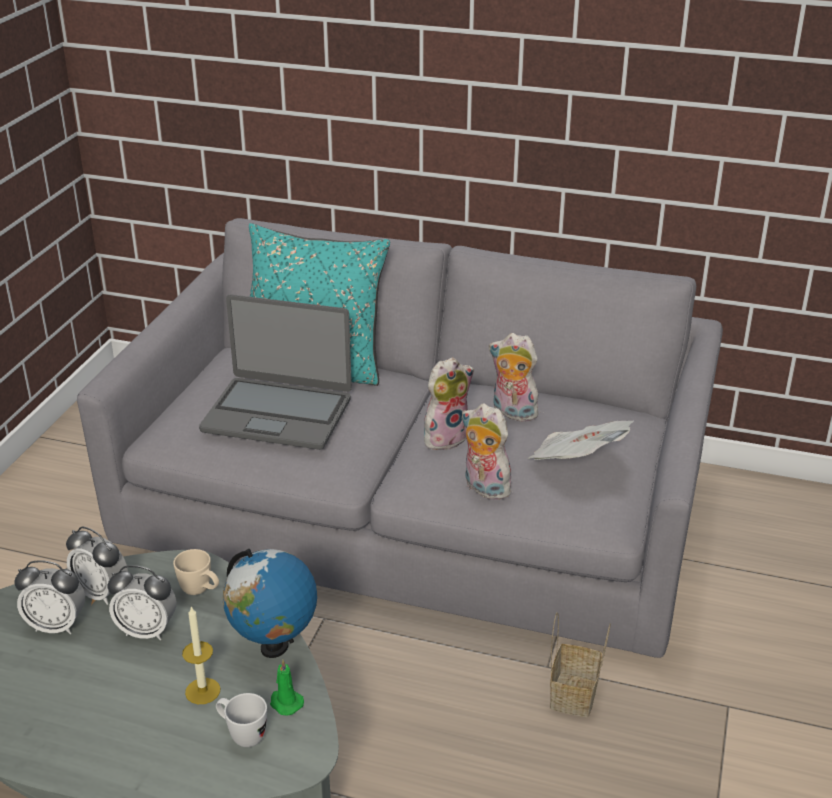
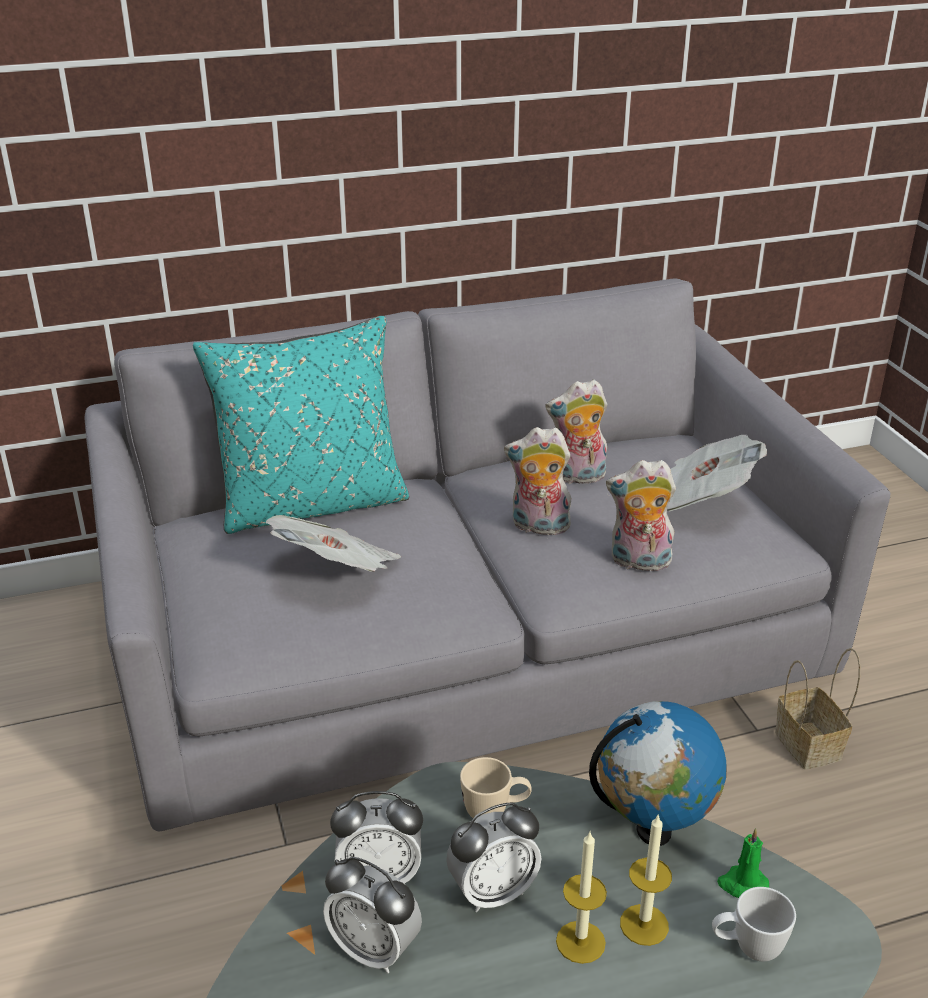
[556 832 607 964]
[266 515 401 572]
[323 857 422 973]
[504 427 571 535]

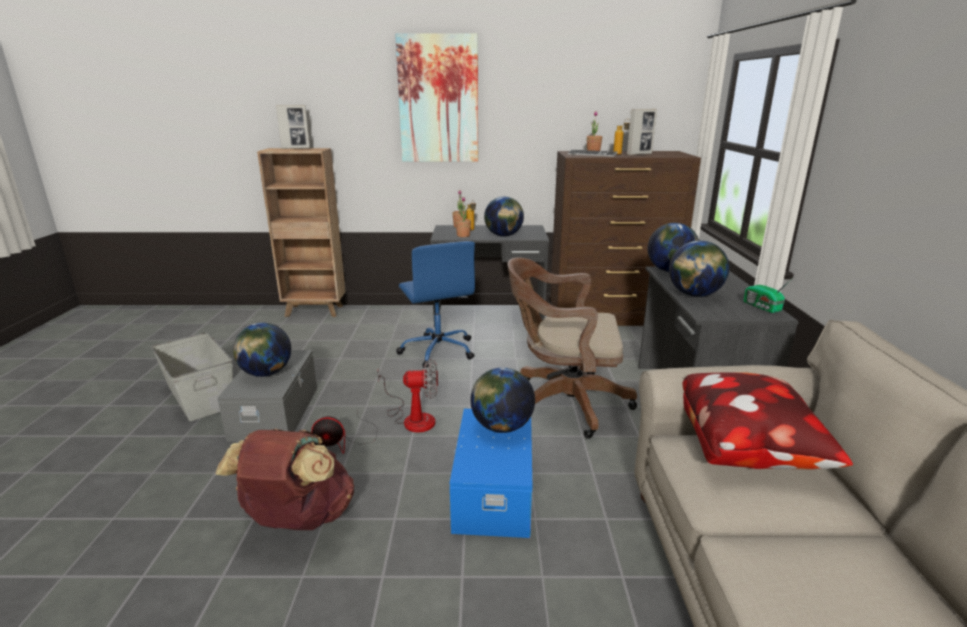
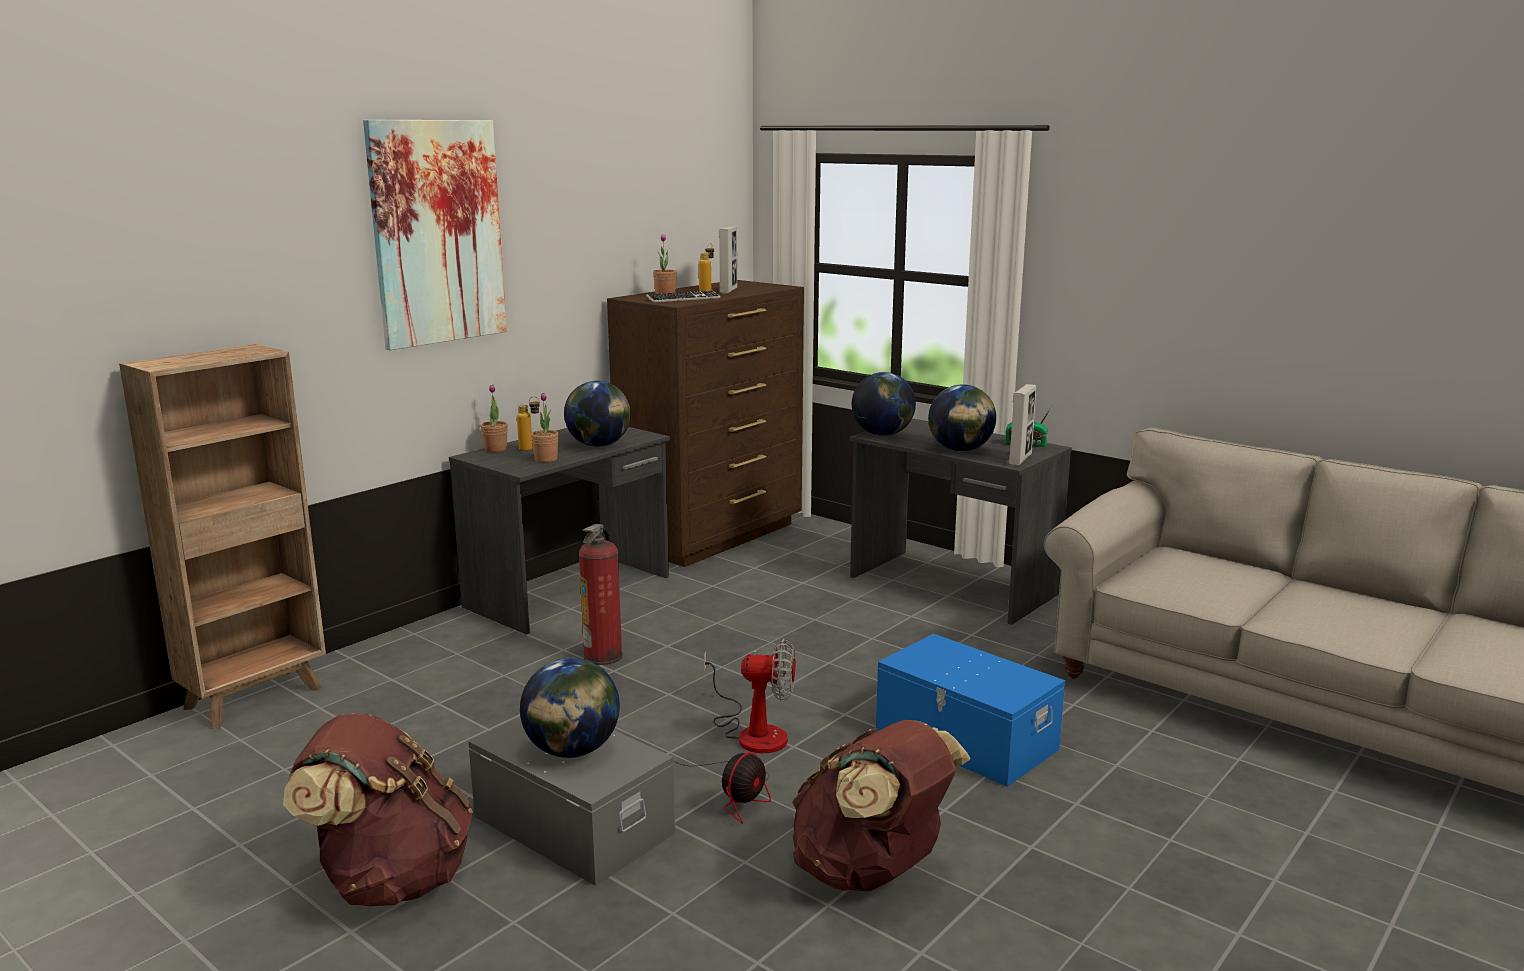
[470 368 535 433] (first image)
[508 258 637 439] (first image)
[683 372 853 469] (first image)
[1009 384 1037 466]
[283 713 473 906]
[579 524 623 665]
[704 638 795 753]

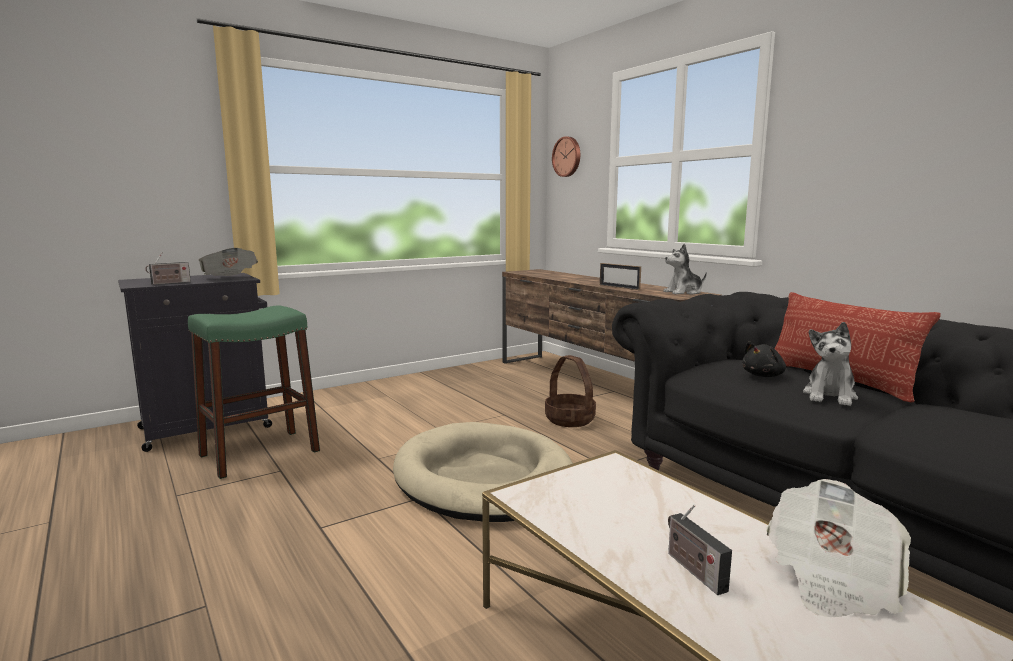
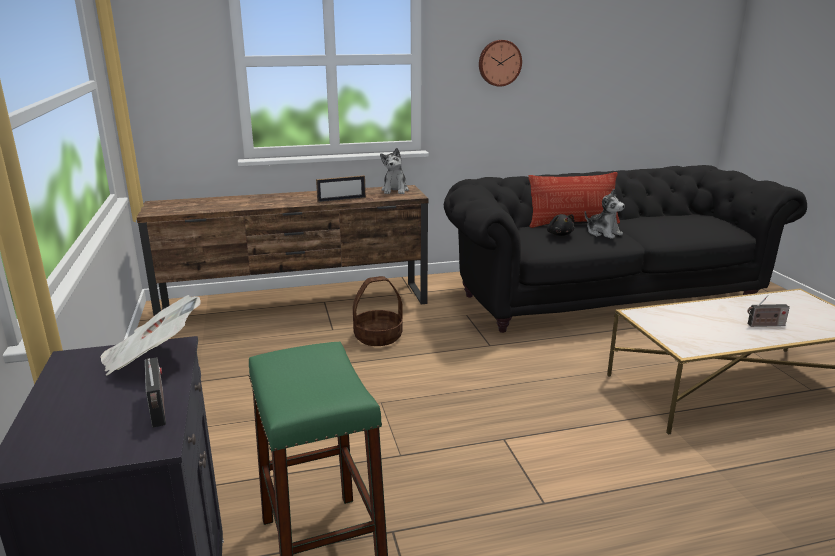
[393 422 573 522] (first image)
[766 479 911 617] (first image)
[479 40 522 87]

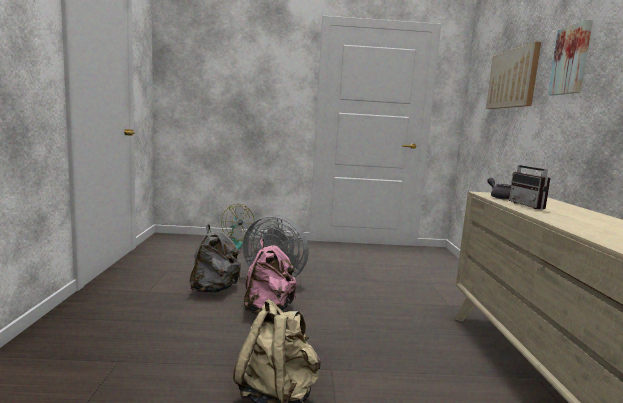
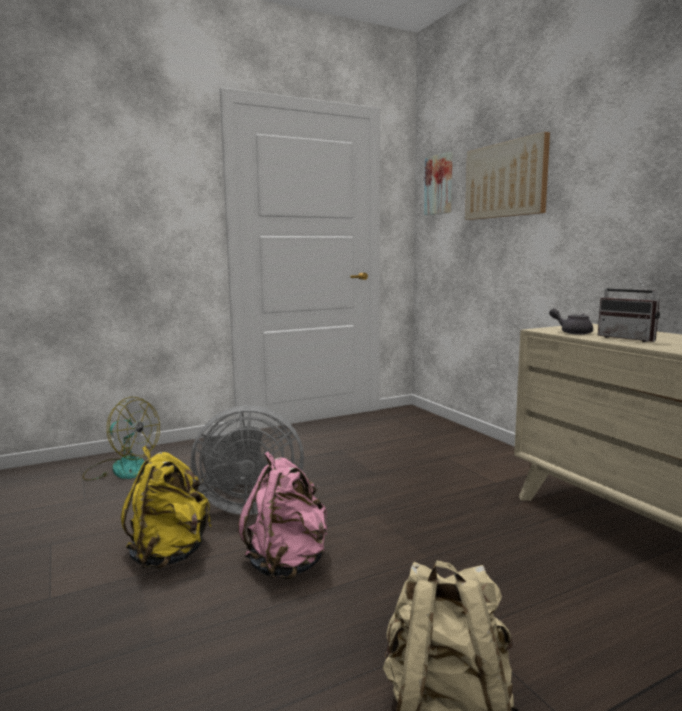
[424 152 453 215]
[121 446 211 569]

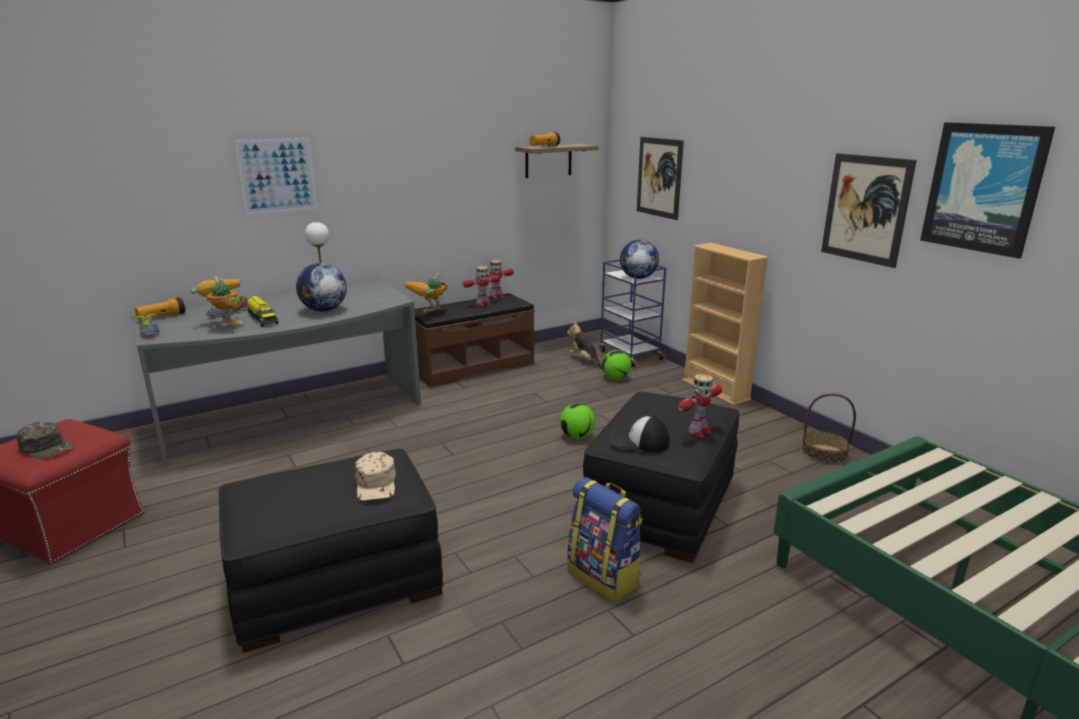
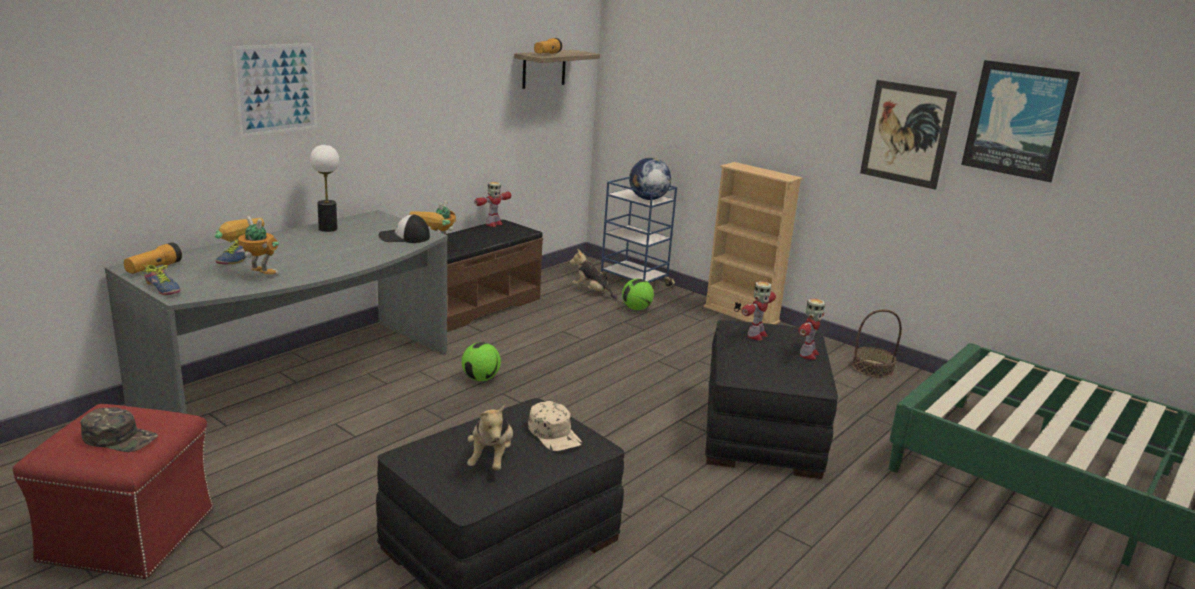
[247 296 278 327] (first image)
[296 263 347 312] (first image)
[567 477 643 602] (first image)
[637 137 684 220] (first image)
[467 405 513 471]
[742 281 776 340]
[462 342 501 381]
[378 214 430 243]

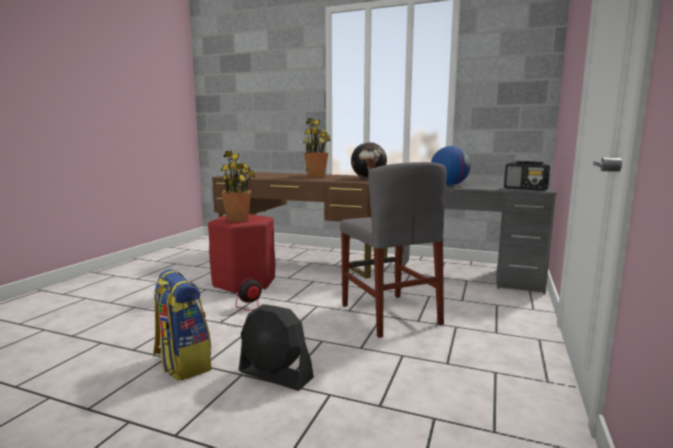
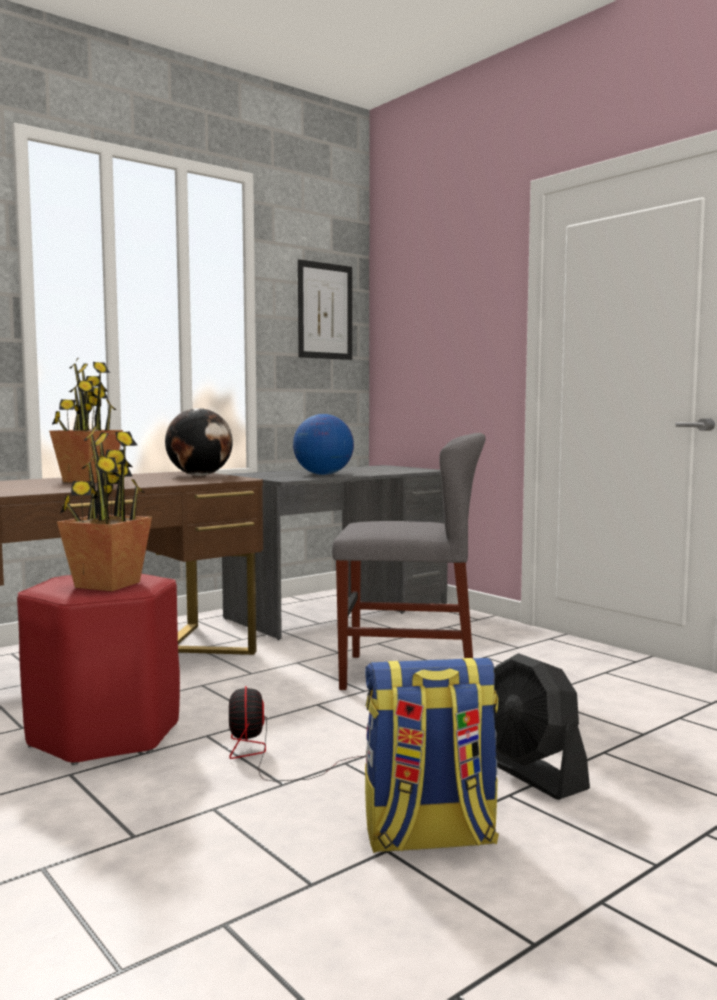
[504 161 550 191] (first image)
[298 259 352 360]
[494 653 590 800]

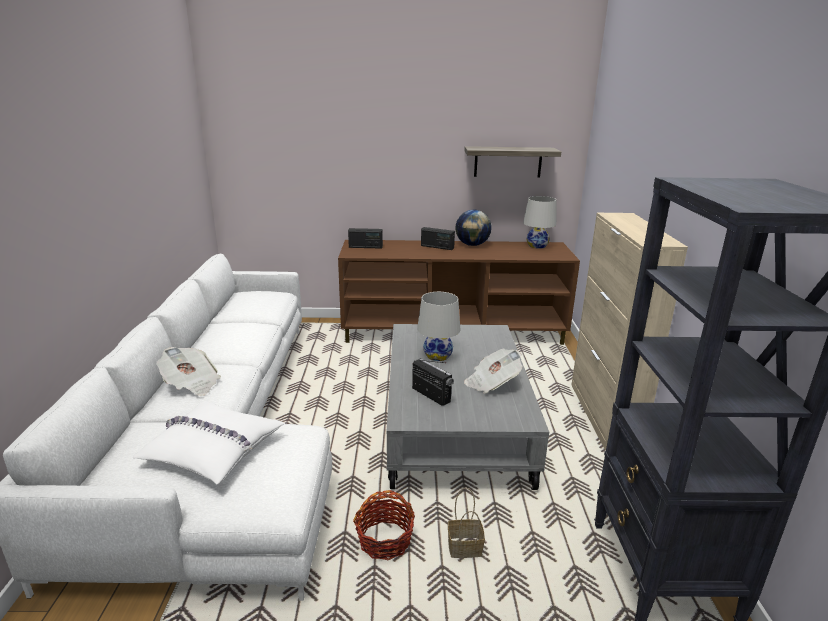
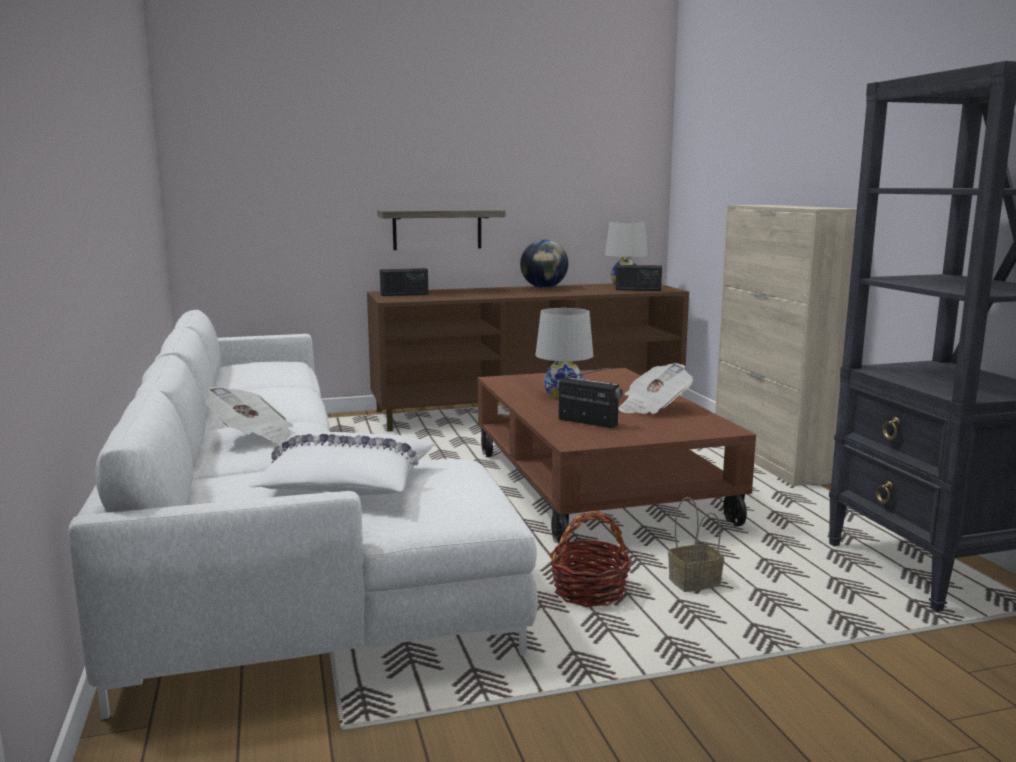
[616 265 662 291]
[377 209 505 250]
[478 368 756 548]

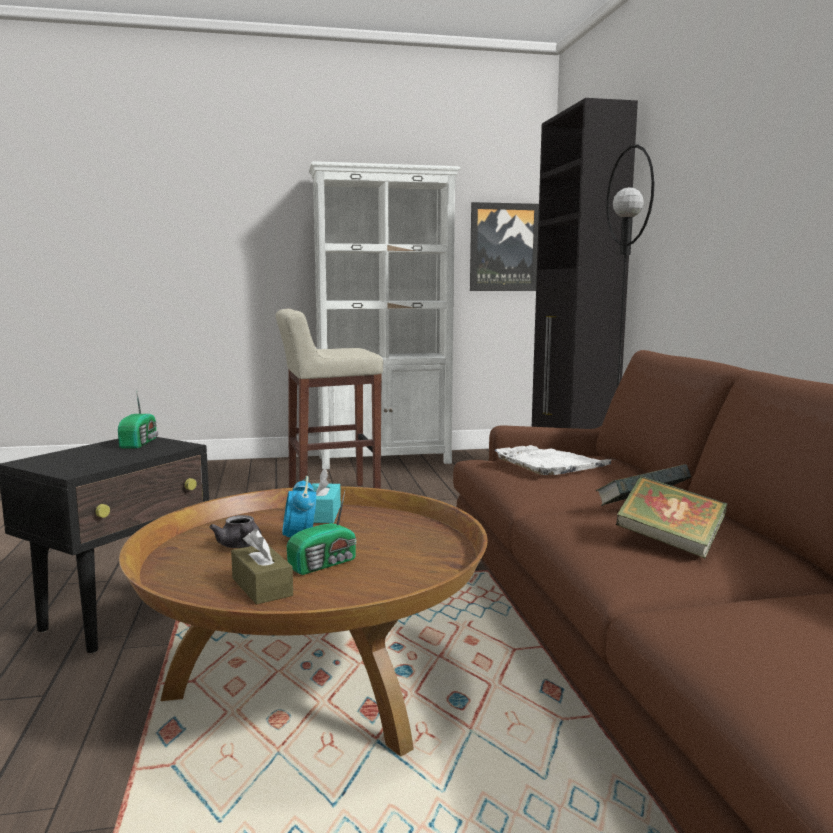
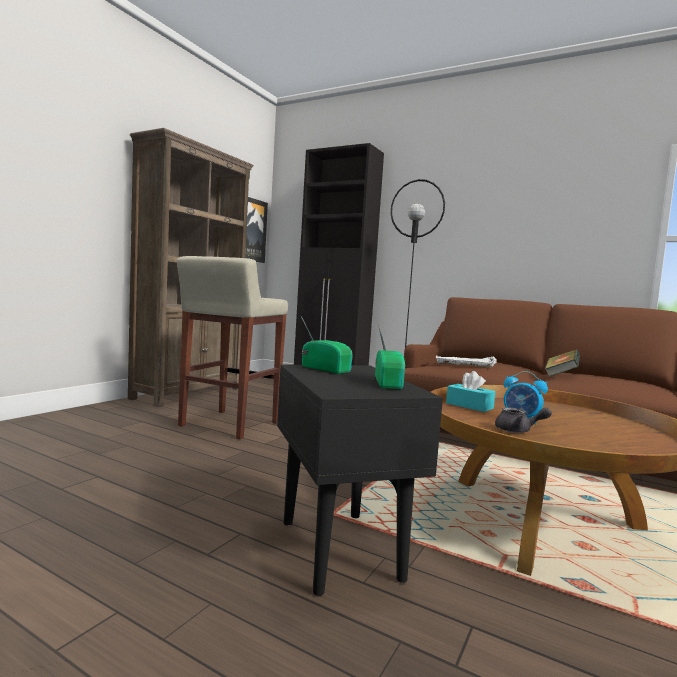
[231 529 293 605] (first image)
[616 476 727 558] (first image)
[375 323 406 389]
[128 128 254 407]

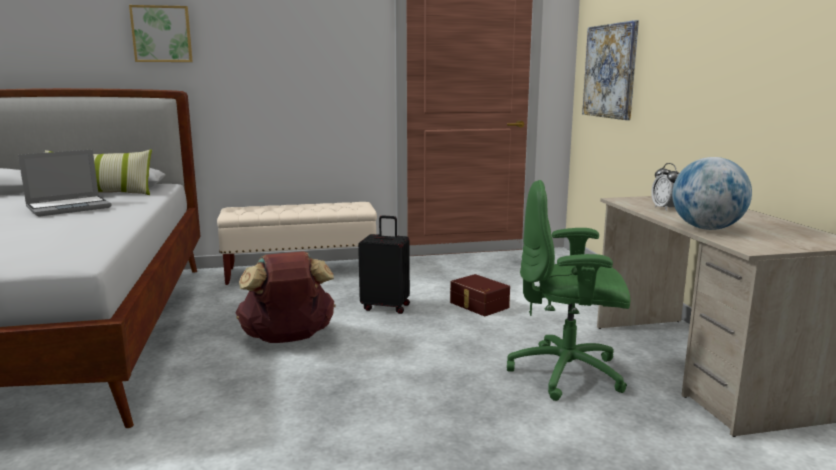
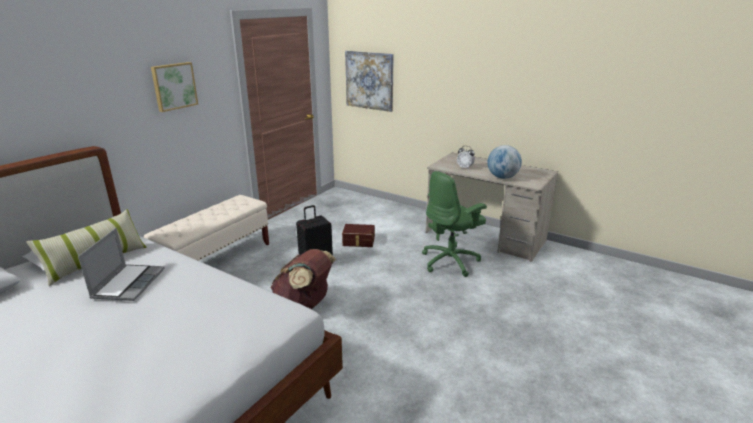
[151 62 198 112]

